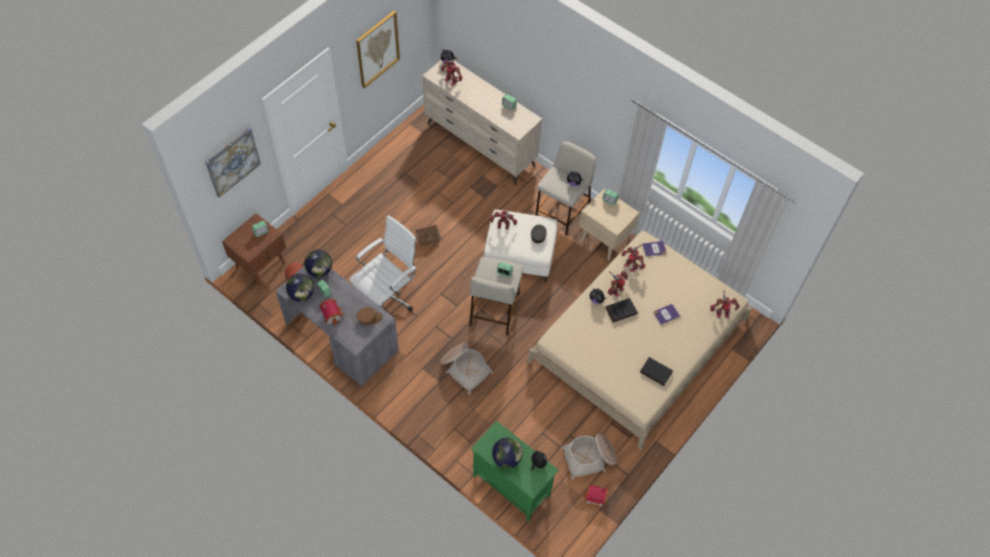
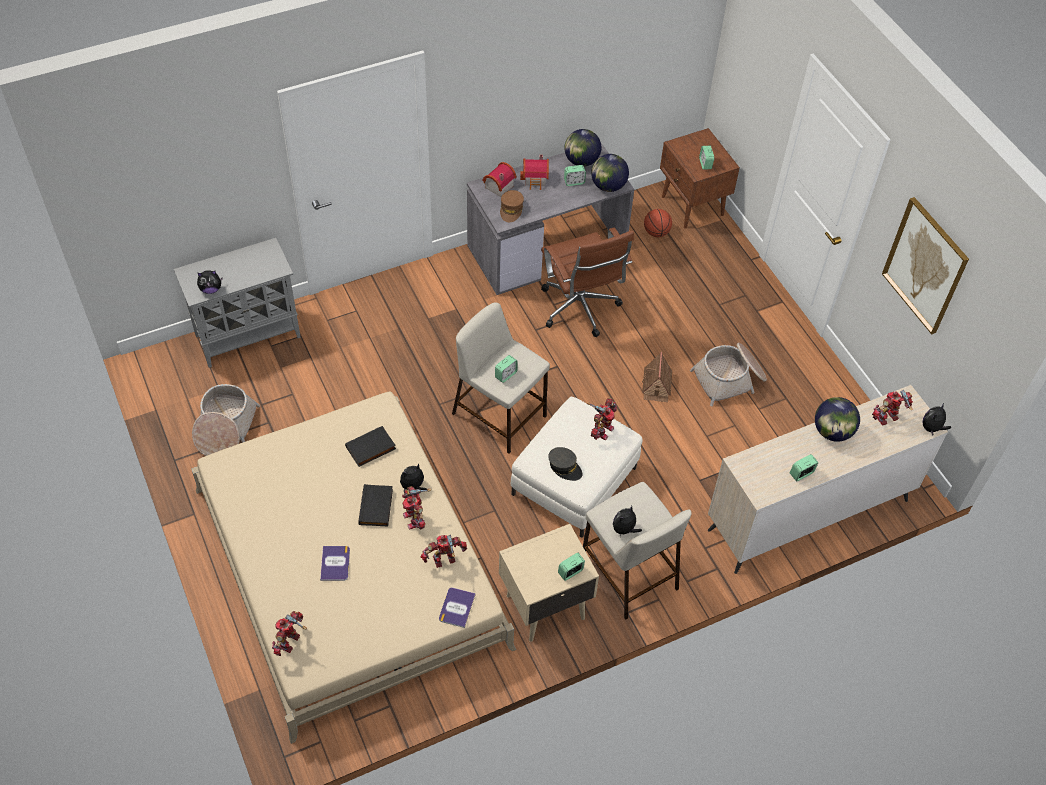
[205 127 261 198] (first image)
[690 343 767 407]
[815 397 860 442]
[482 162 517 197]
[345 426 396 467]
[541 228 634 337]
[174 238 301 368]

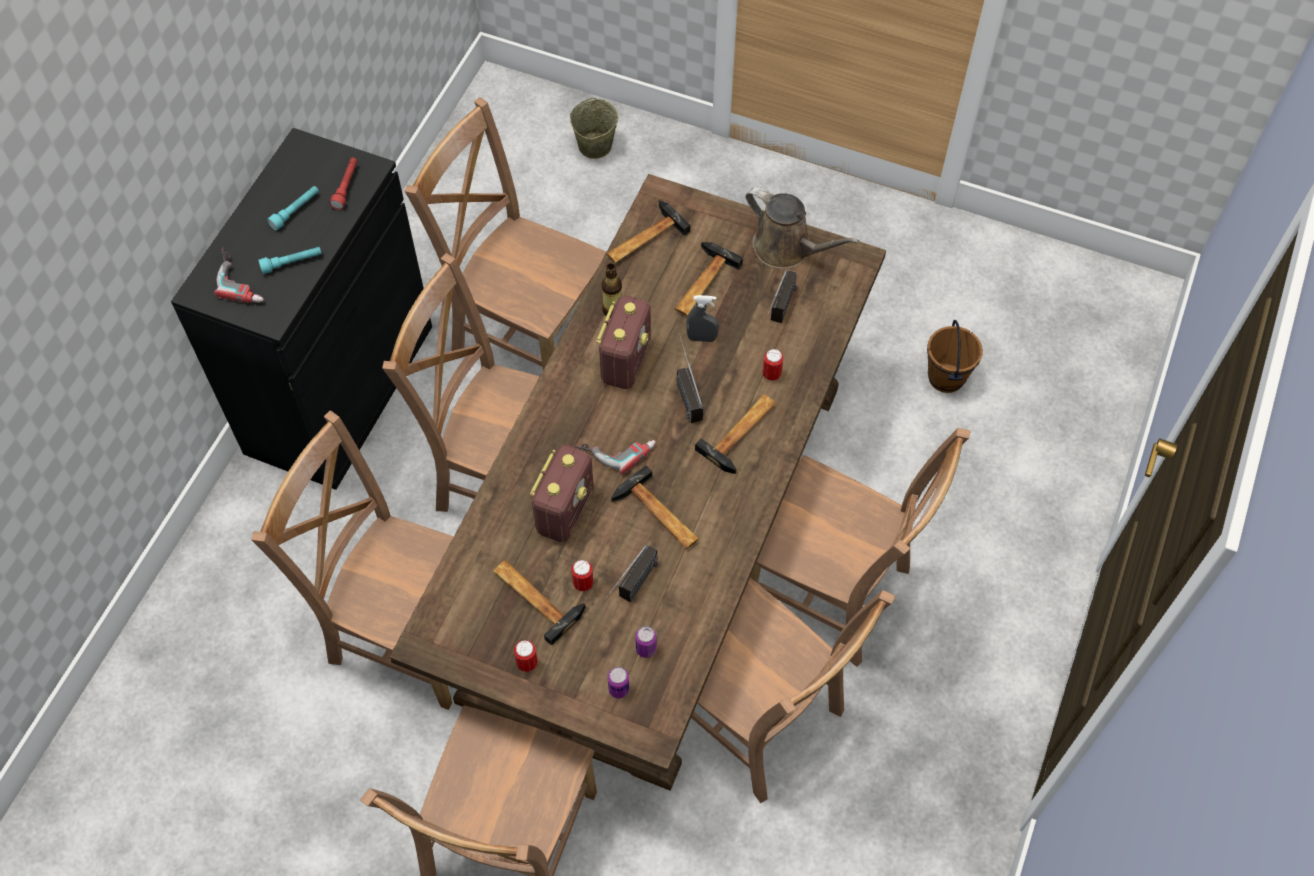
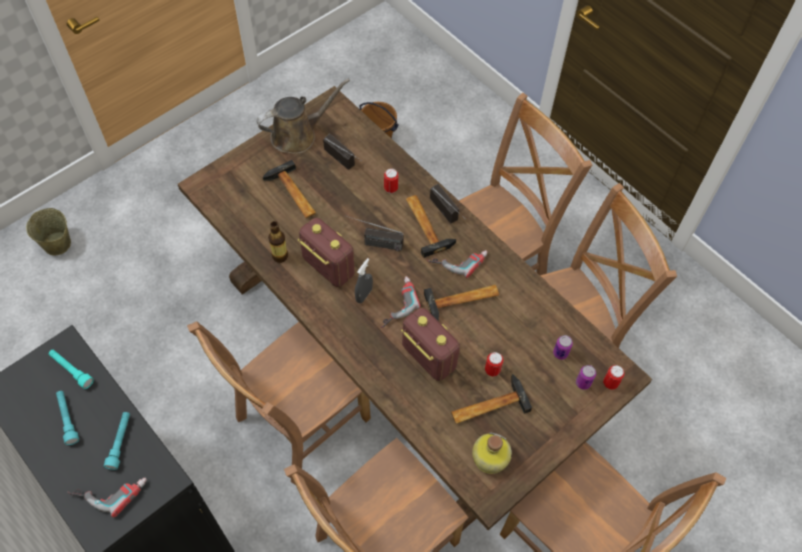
[405 97 606 369] (first image)
[606 200 690 263] (first image)
[427 250 487 278]
[472 432 512 474]
[603 365 625 389]
[430 184 466 224]
[355 258 373 303]
[49 350 94 389]

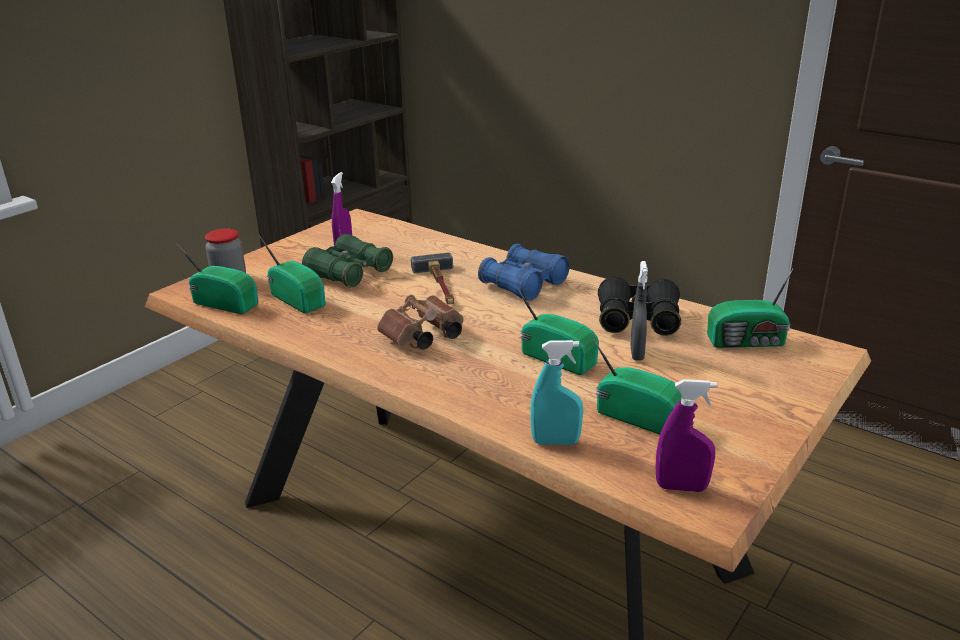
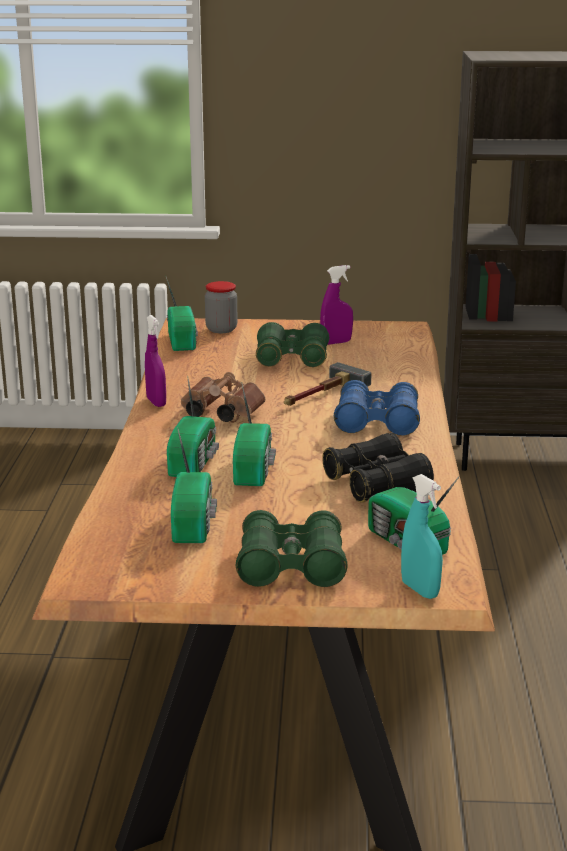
[630 261 648 361] (first image)
[236 510 348 587]
[167 376 219 477]
[401 474 443 599]
[145 315 166 407]

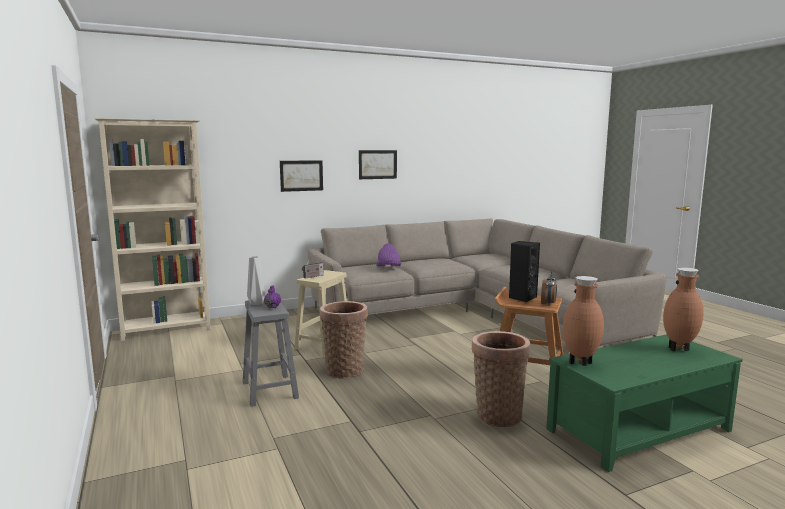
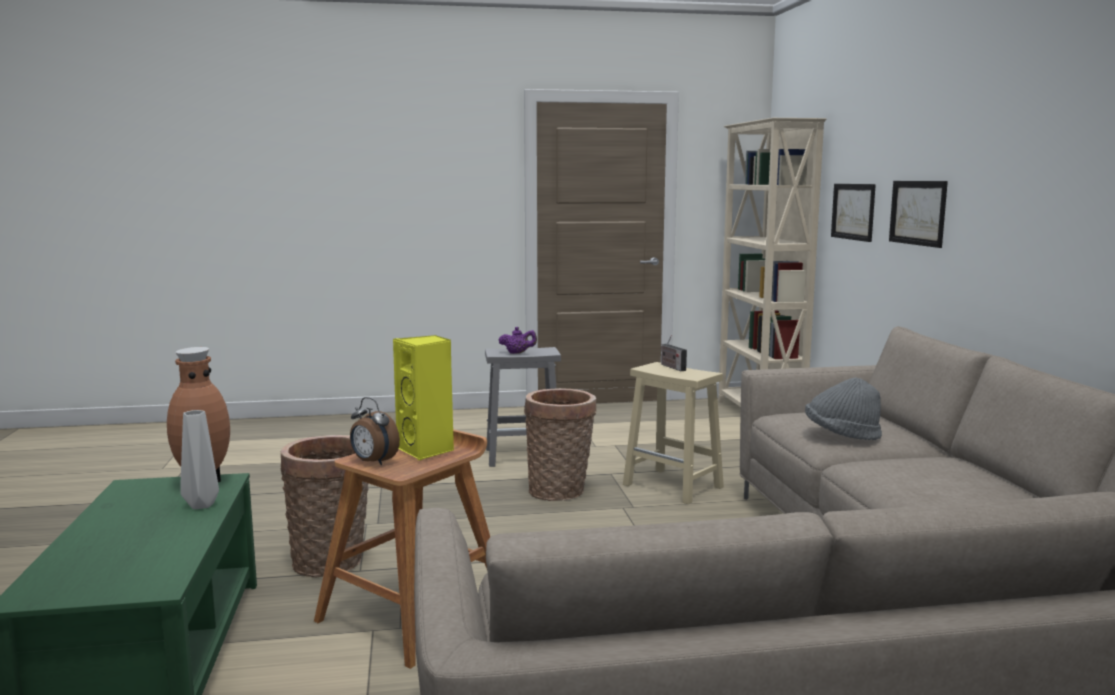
[663 268 704 351] (first image)
[180 410 219 509]
[831 184 876 242]
[805 377 882 440]
[393 335 454 460]

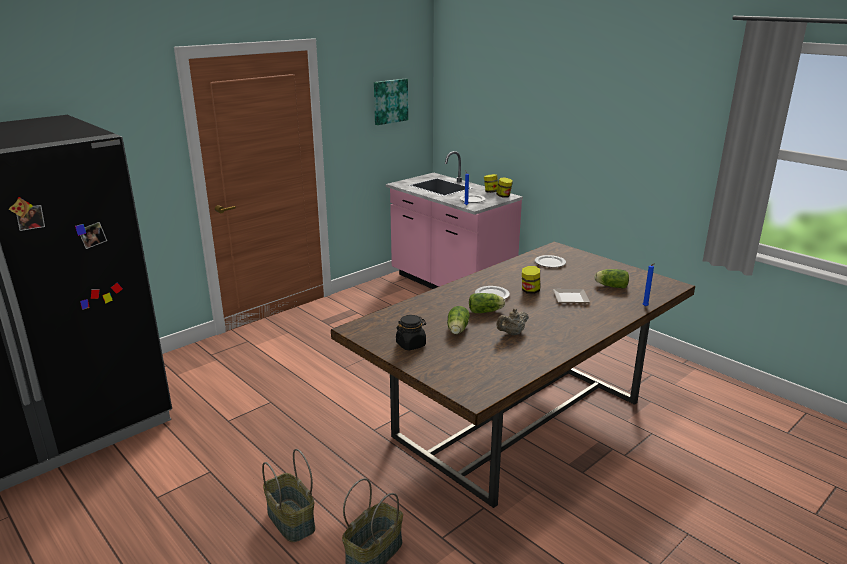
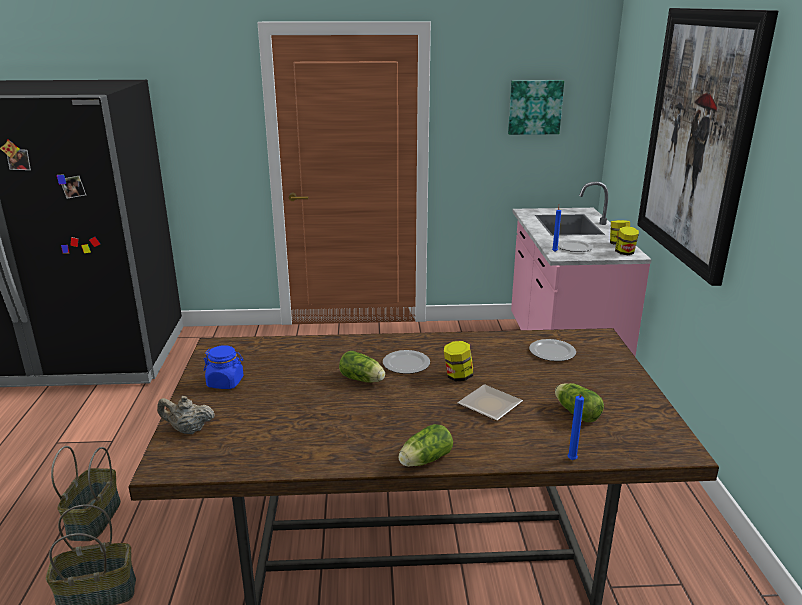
[637 8 778 286]
[398 424 453 467]
[157 396 215 434]
[204 345 244 389]

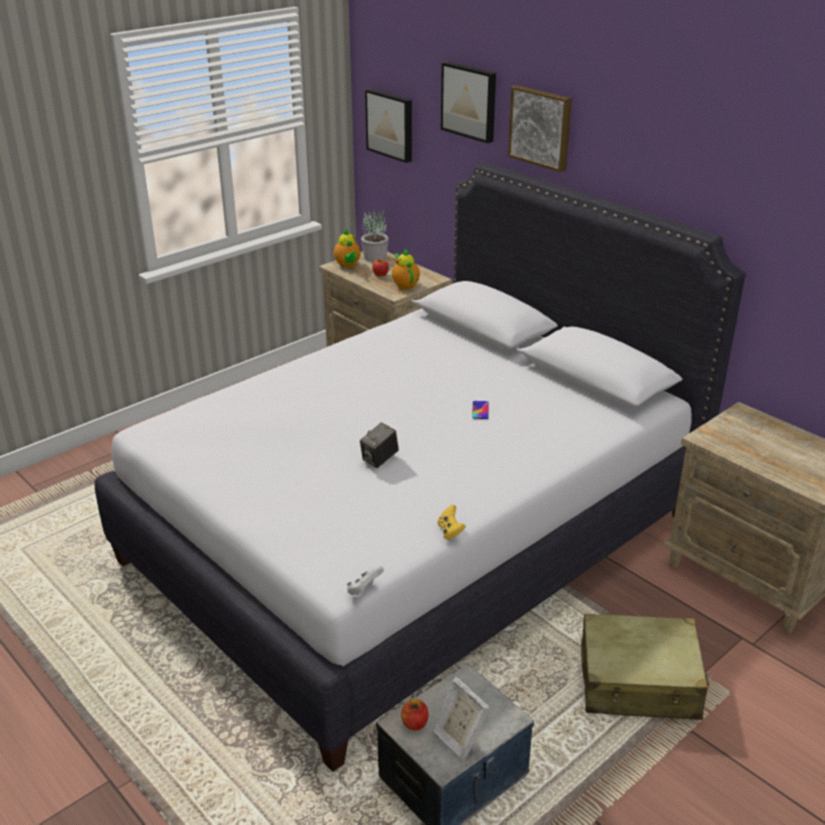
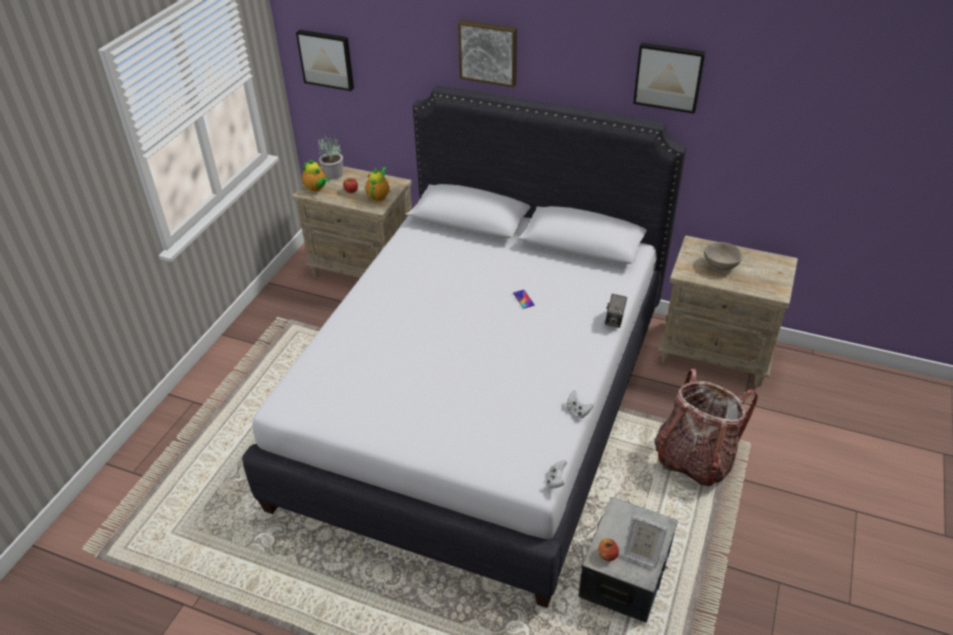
[704 242 742 270]
[605 294 627 328]
[633 42 706 114]
[654 369 758 486]
[566 391 594 419]
[365 167 390 201]

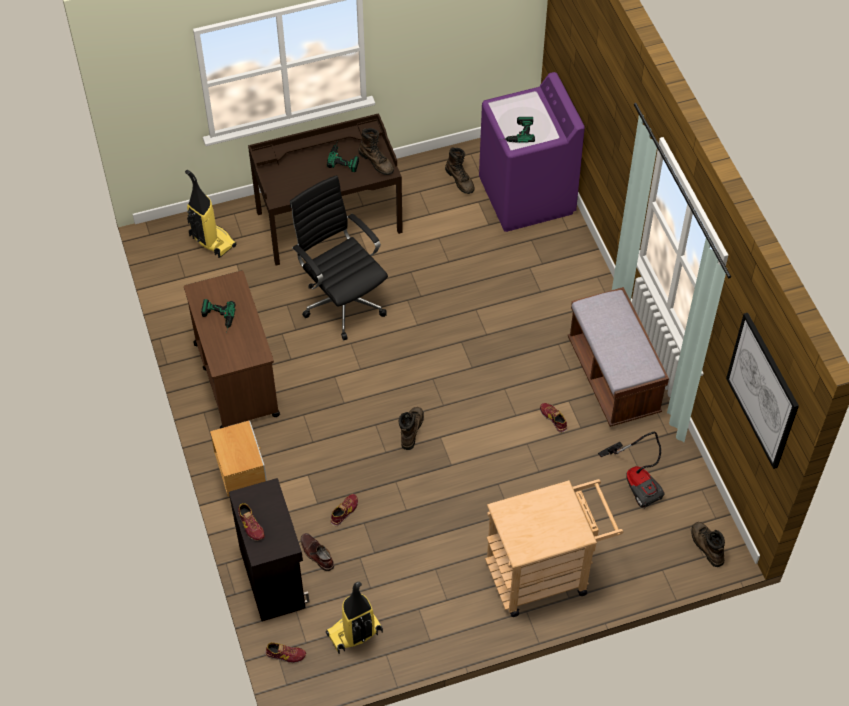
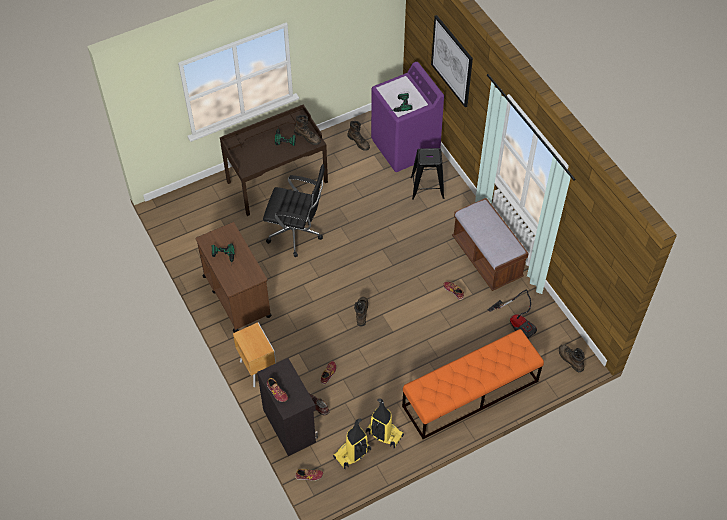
[410 148 444 200]
[366 398 404 448]
[431 15 473 107]
[402 329 544 439]
[263 164 325 257]

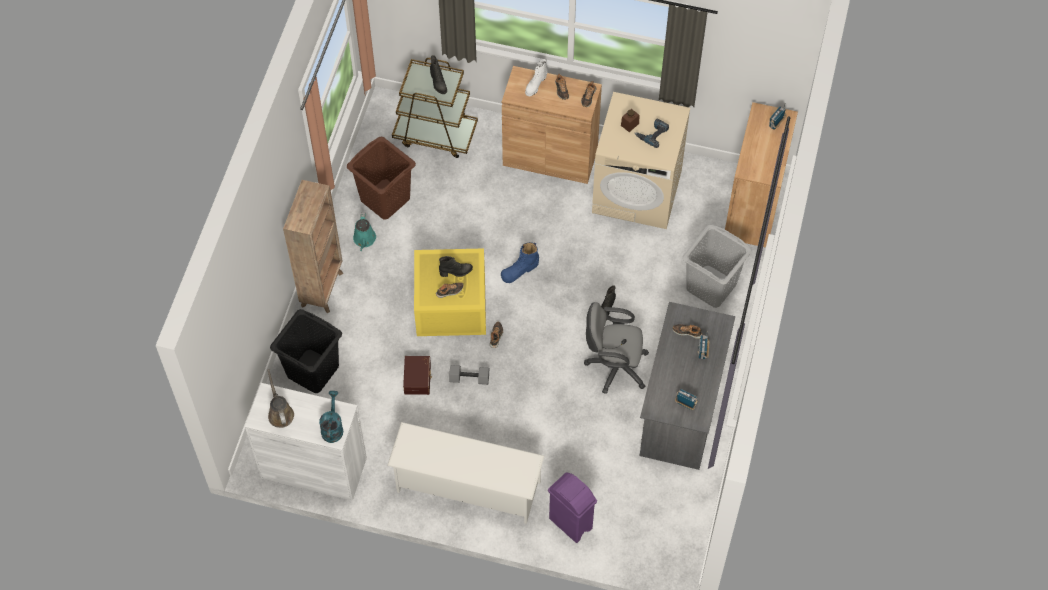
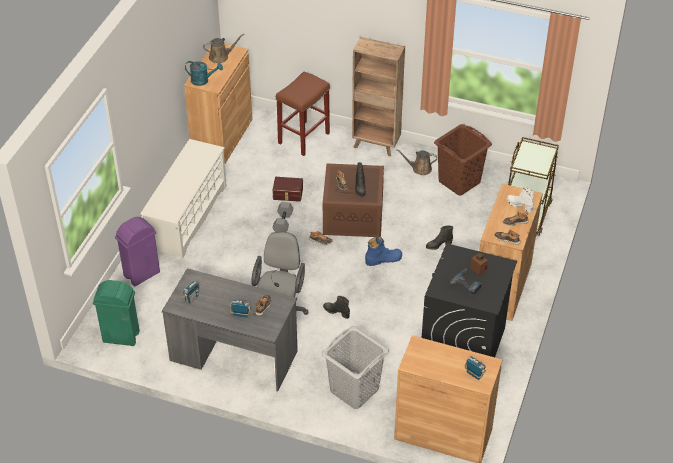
[93 280 140 346]
[426 225 453 250]
[276 71 330 156]
[184 44 253 164]
[396 149 437 175]
[323 163 384 237]
[422 243 517 357]
[365 236 402 266]

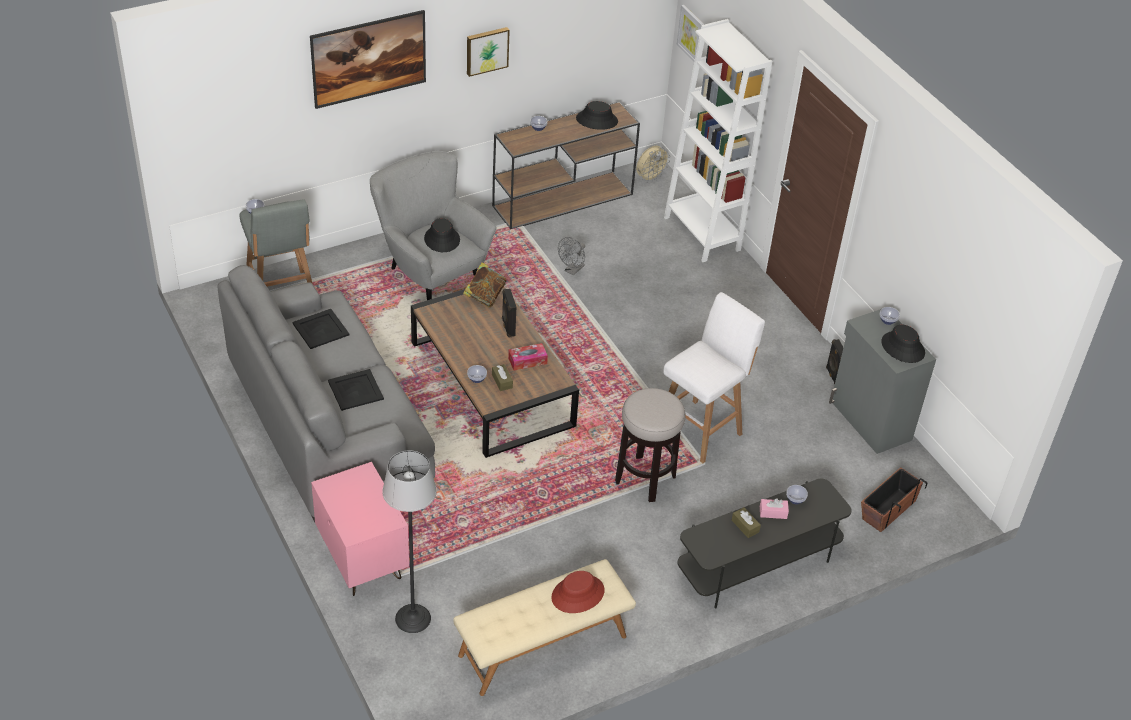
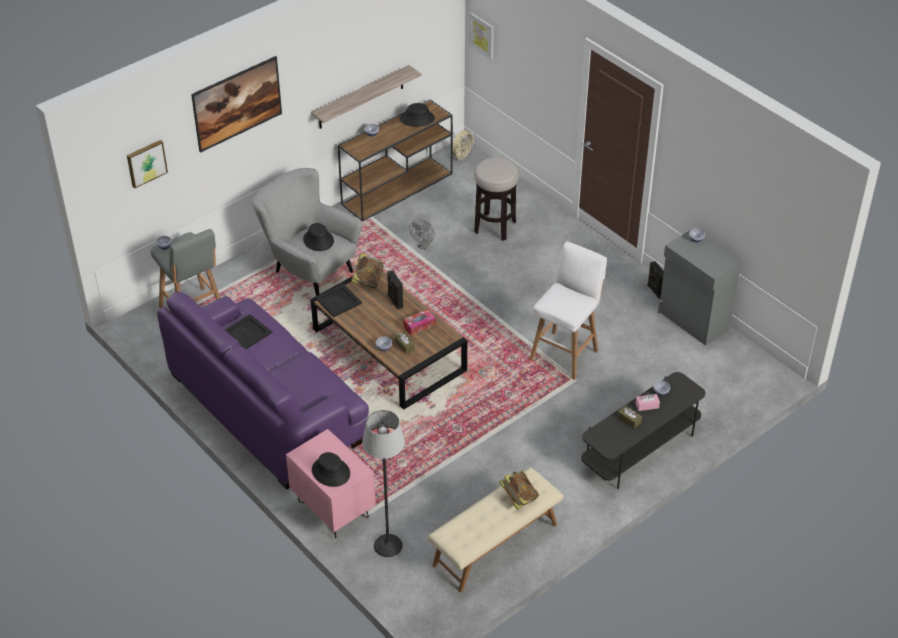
[664 19 772 262] (first image)
[861 467 927 532] (first image)
[311 65 422 129]
[315 284 362 317]
[127 140 168 188]
[474 157 519 241]
[312 452 350 487]
[499 470 539 510]
[157 292 369 490]

